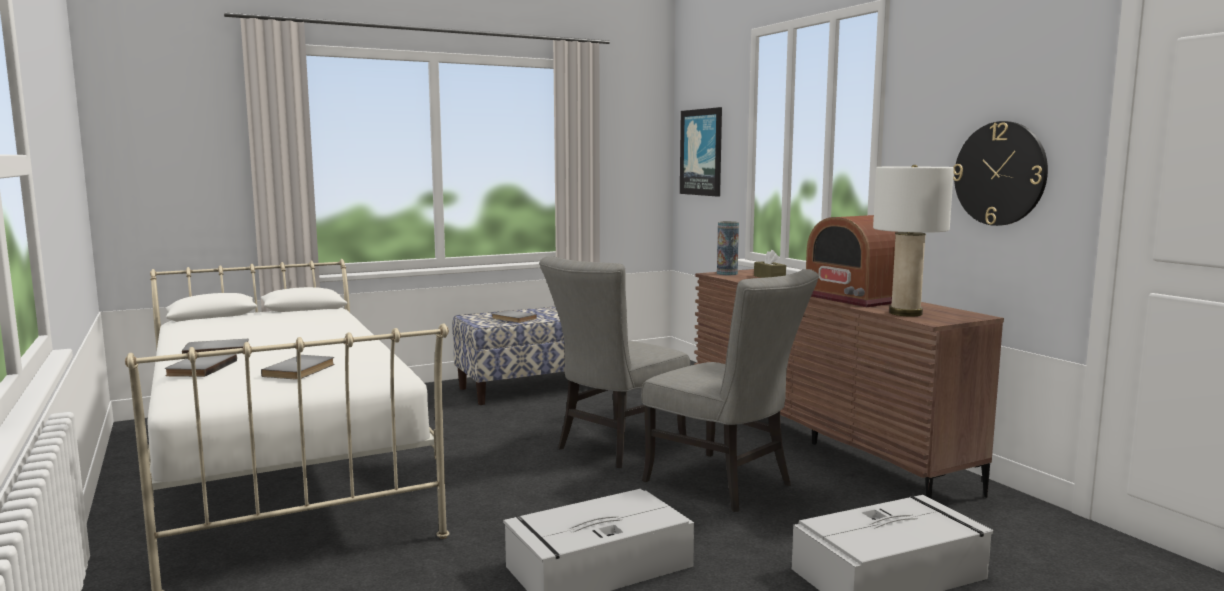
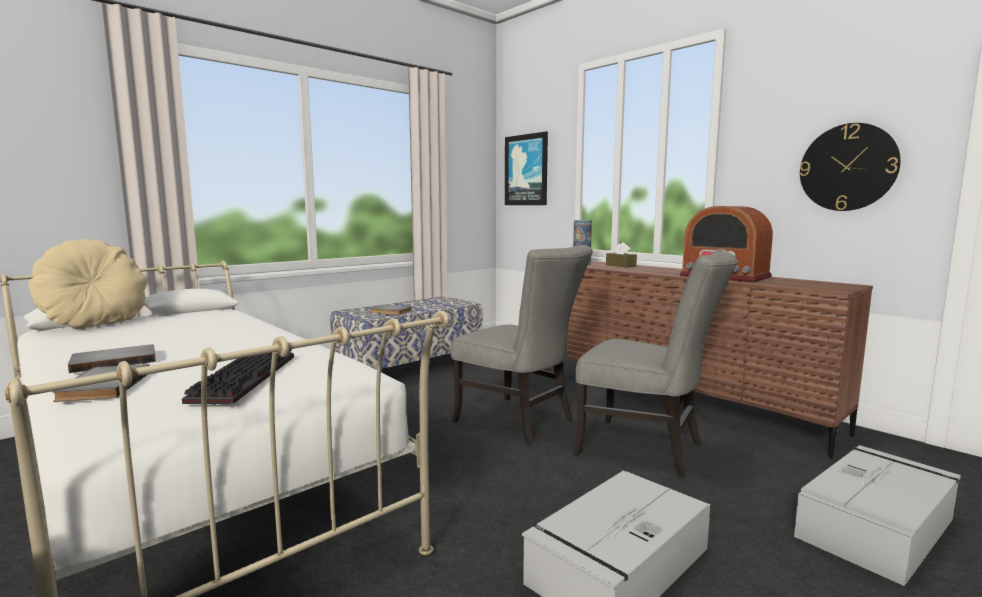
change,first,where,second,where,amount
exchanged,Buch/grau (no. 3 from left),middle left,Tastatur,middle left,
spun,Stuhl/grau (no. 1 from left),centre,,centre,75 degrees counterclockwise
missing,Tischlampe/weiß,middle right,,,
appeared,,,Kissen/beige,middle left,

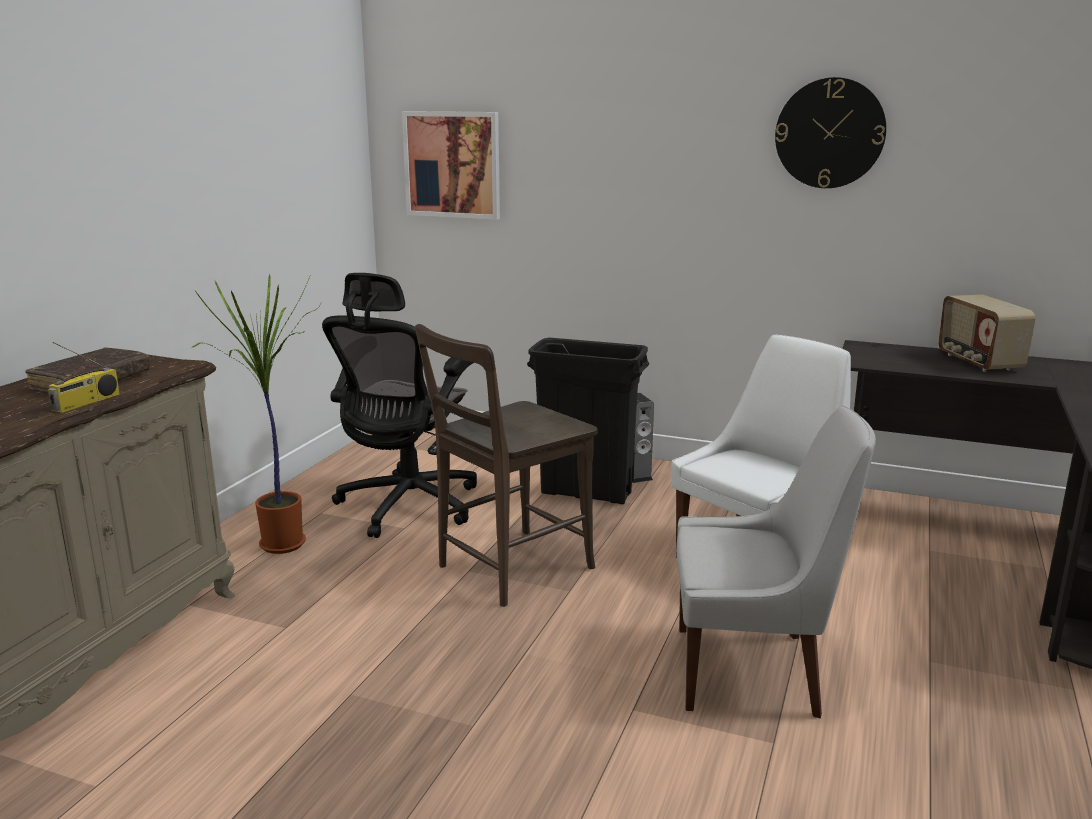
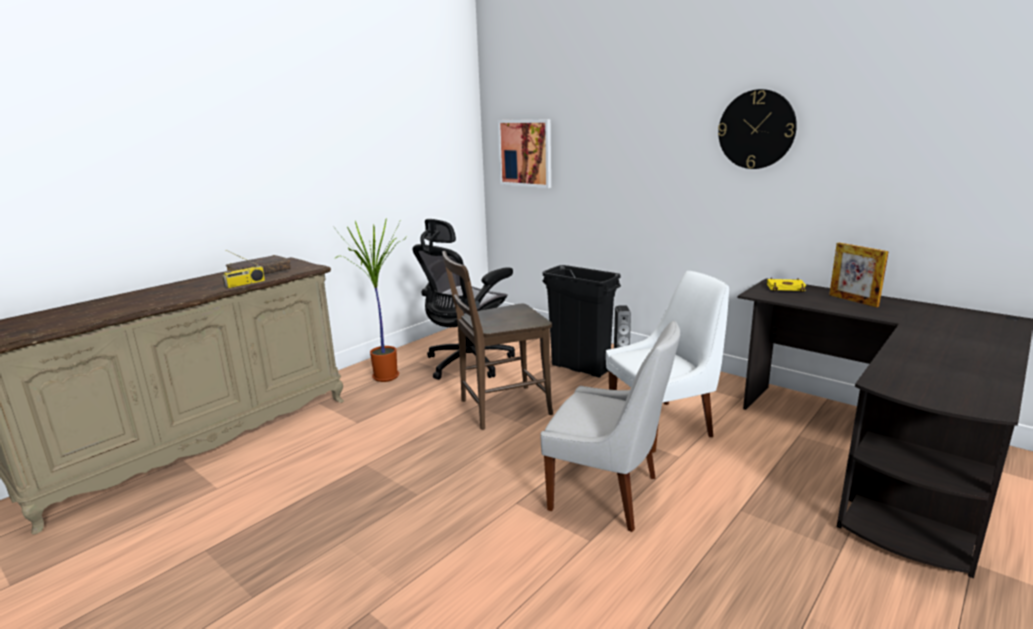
change,first,where,second,where,amount
exchanged,Radio (no. 2 from left),middle right,Bilderrahmen,middle right,
appeared,,,Buch/gelb,middle right,

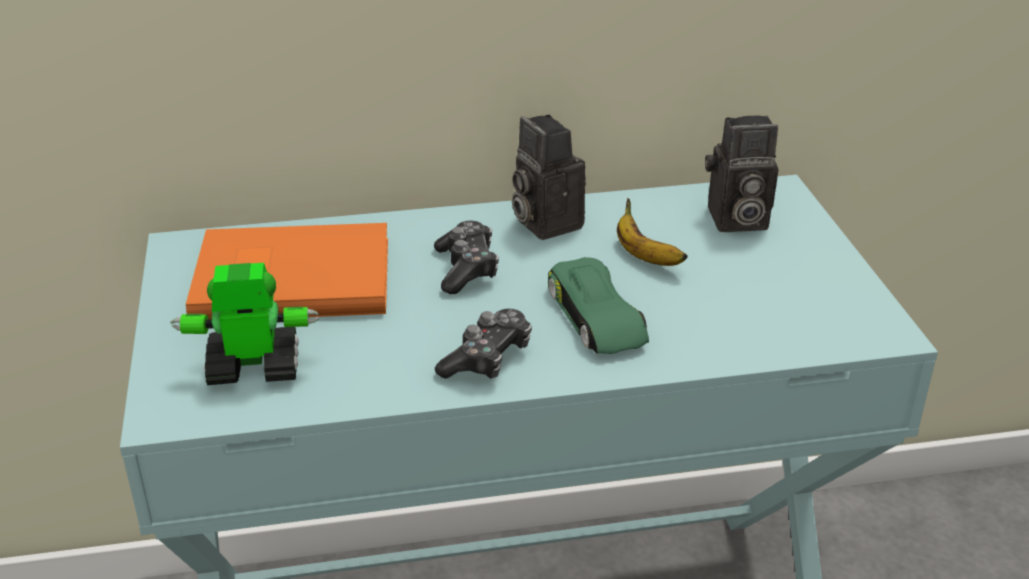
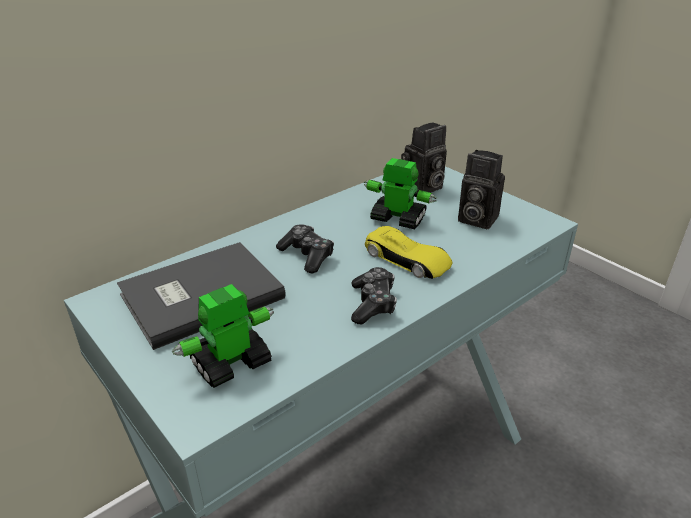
change,first,where,second,where,amount
colour,Buch/orange,middle left,Buch/grau,middle left,
relocated,Kamera (no. 1 from left in the first image),top centre,Kamera (no. 2 from left),middle right,
colour,Spielzeugauto/grün,centre,Spielzeugauto/gelb,centre,
exchanged,Banane,centre,Spielzeugroboter (no. 2 from left),centre,

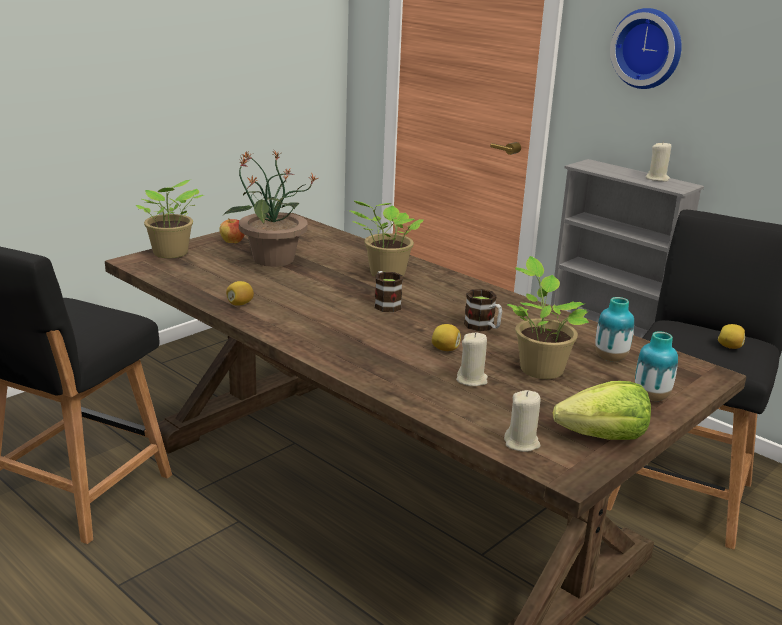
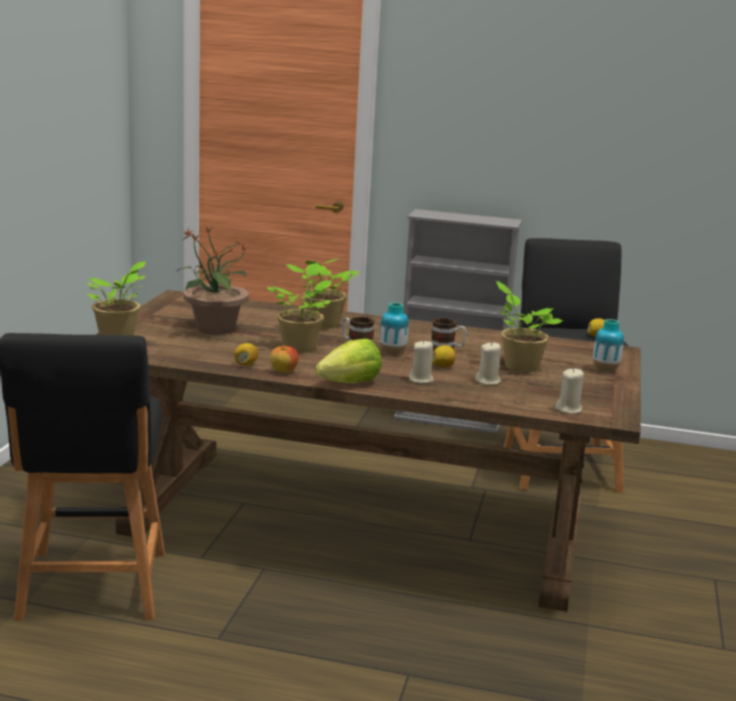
change,first,where,second,where,amount
relocated,Apfel,middle left,,centre,
relocated,Salatkopf,middle right,,centre,
relocated,Vase (no. 1 from left),middle right,,centre,
missing,Wanduhr,top right,,,
relocated,Kerze/beige (no. 3 from left in the first image),top right,Kerze/beige (no. 1 from left),centre,
appeared,,,Topfpflanze (no. 3 from left),centre,

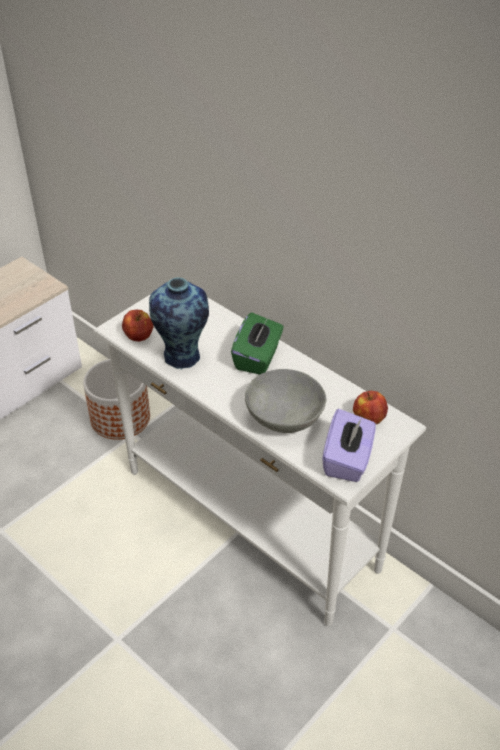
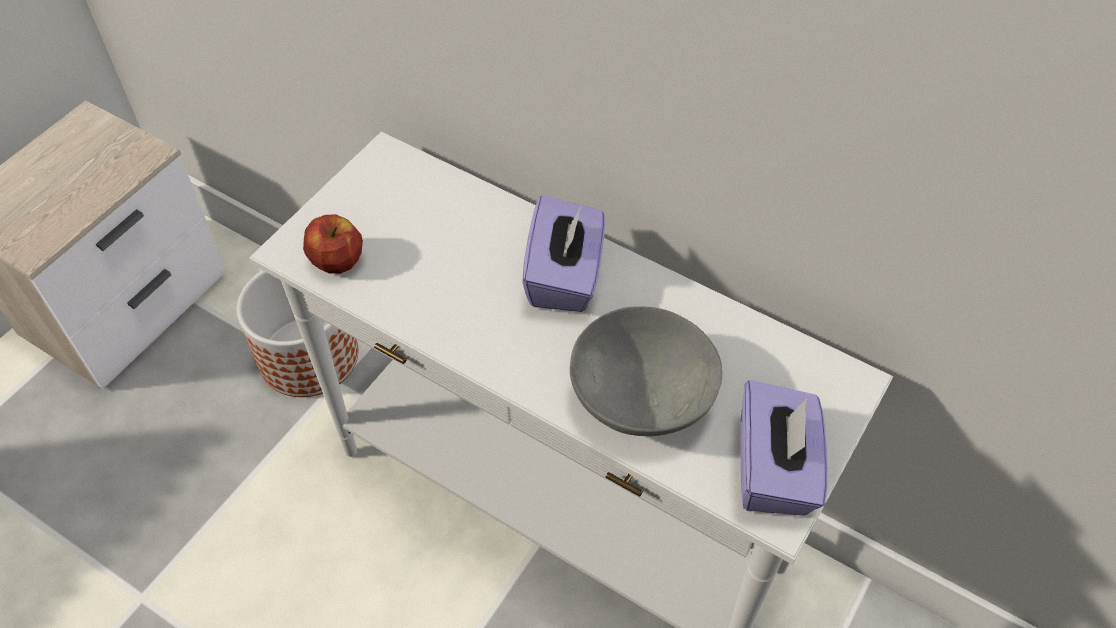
change,first,where,second,where,amount
missing,Vase,centre,,,
colour,Taschentuchbox/grün,centre,Taschentuchbox/lila (no. 1 from left),centre,
missing,Apfel (no. 2 from left),middle right,,,

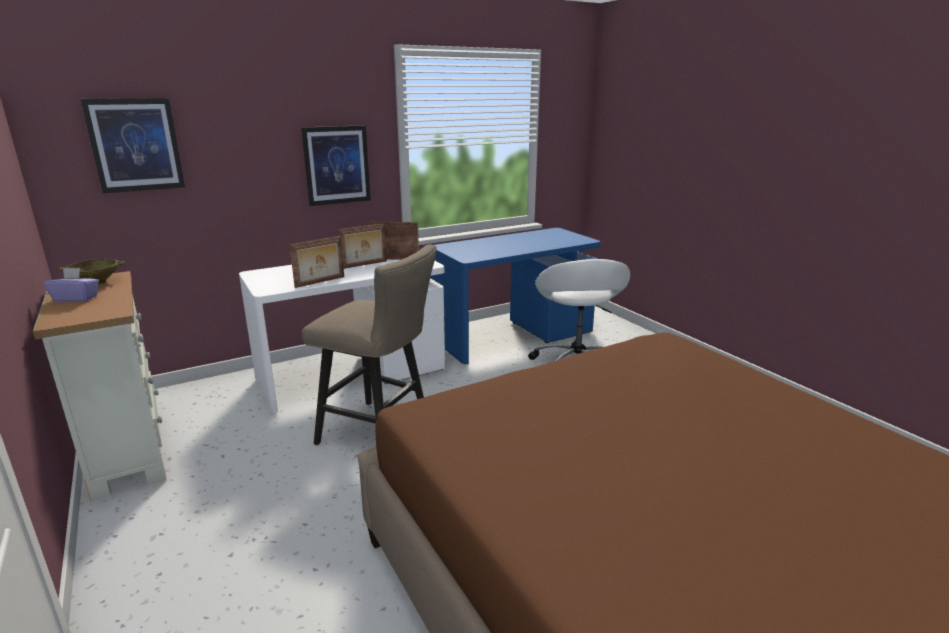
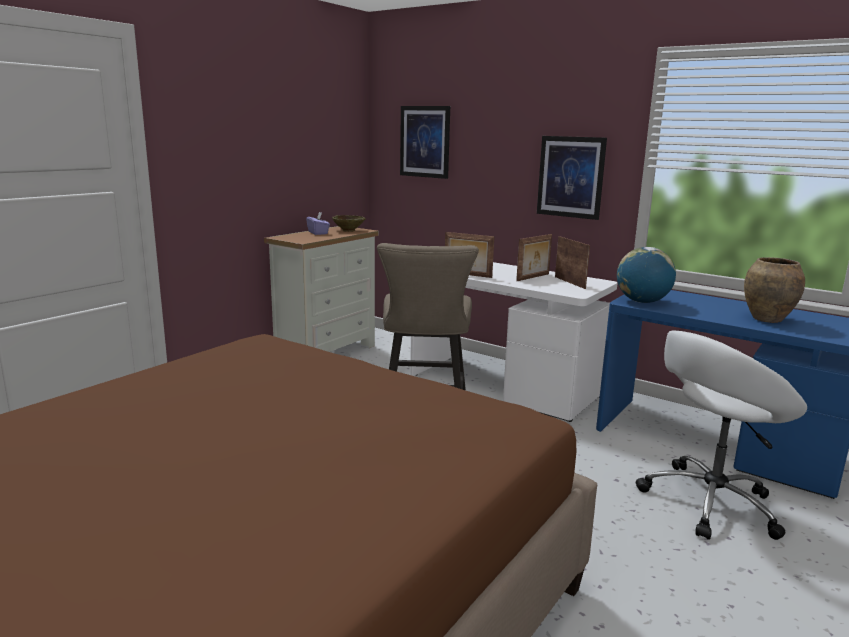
change,first,where,second,where,amount
spun,Bilderrahmen (no. 2 from left),centre,,centre,75 degrees counterclockwise
appeared,,,Globus,middle right,
appeared,,,Vase/braun,middle right,

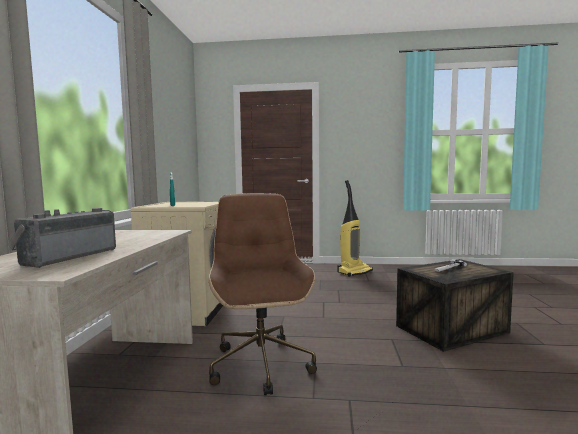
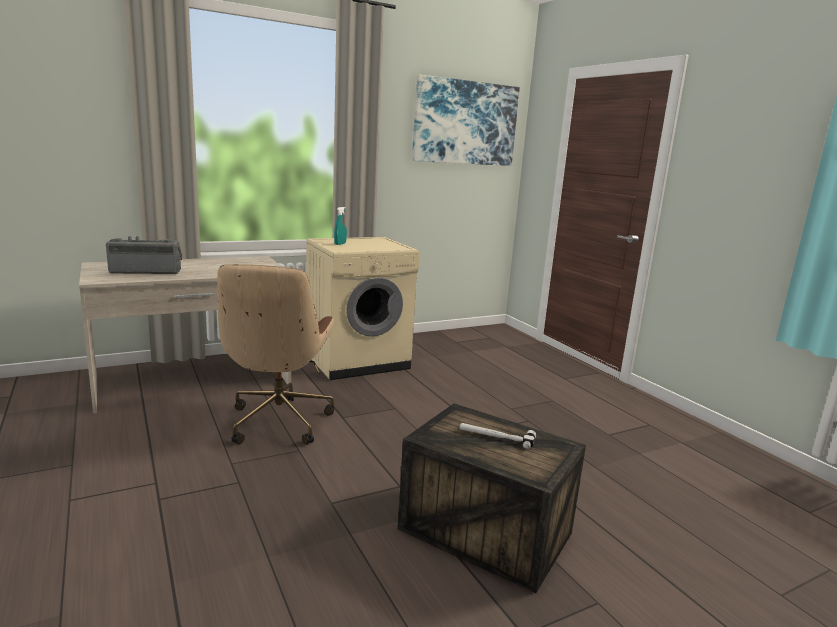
change,first,where,second,where,amount
spun,Bürostuhl/braun,bottom centre,,middle left,135 degrees clockwise
missing,Staubsauger,centre,,,
appeared,,,Bild,top centre,

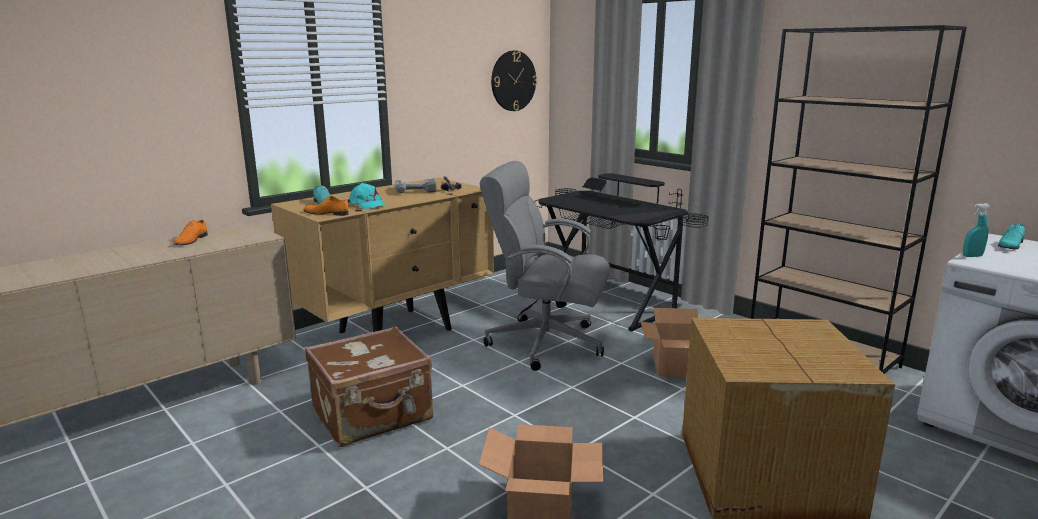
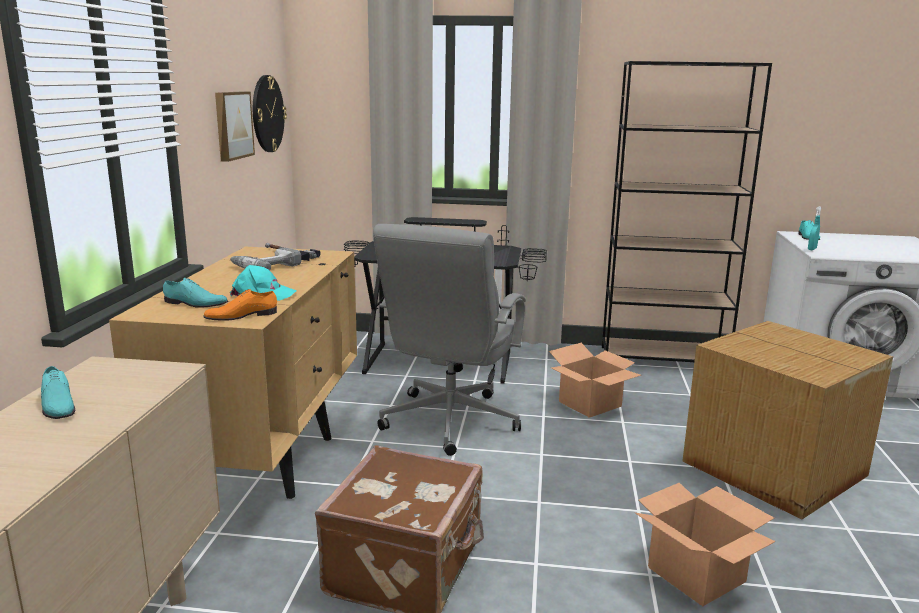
change,first,where,second,where,amount
colour,Schuh/orange (no. 1 from left),middle left,Schuh/türkis (no. 1 from left),middle left,
spun,Bürostuhl/grau,centre,,centre,45 degrees counterclockwise
appeared,,,Bild,top left,

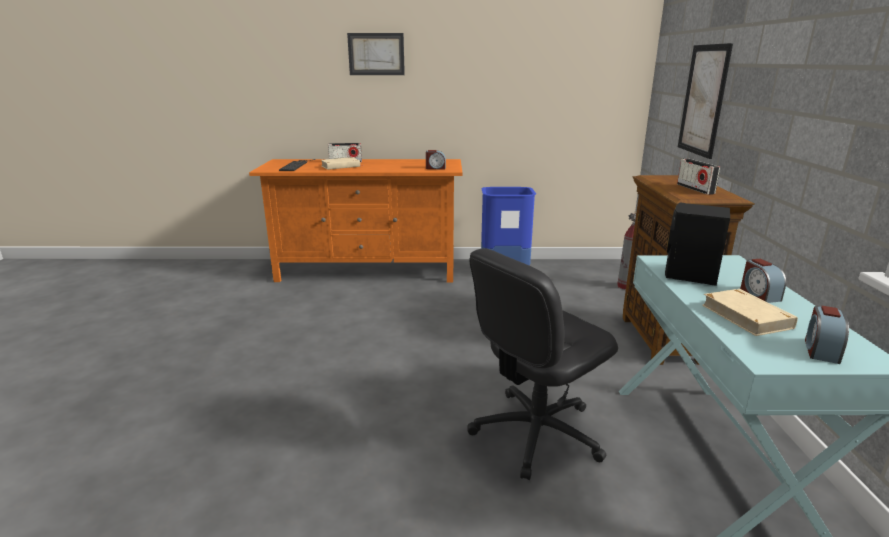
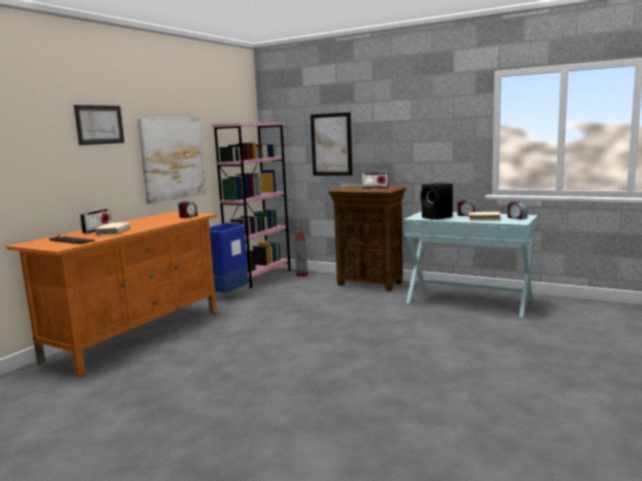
change,first,where,second,where,amount
missing,Bürostuhl/schwarz,bottom centre,,,
appeared,,,Bild (no. 2 from left),top left,
appeared,,,Bücherregal/rosa,centre,

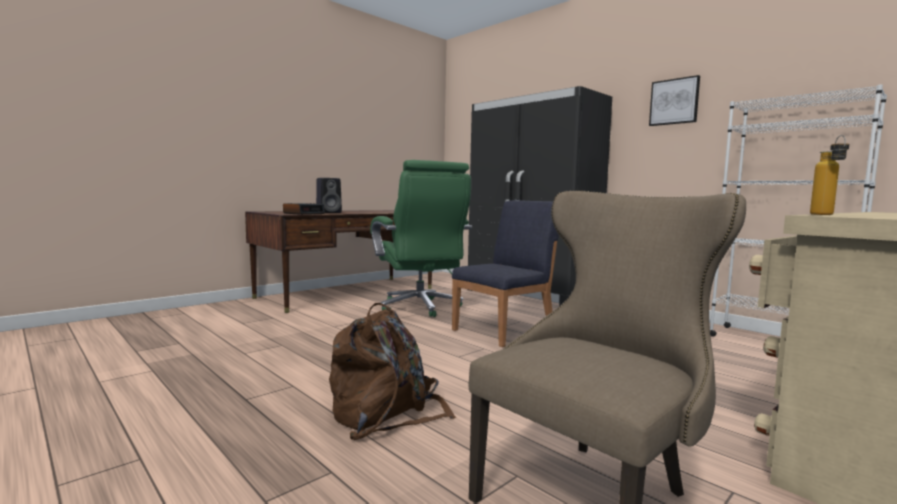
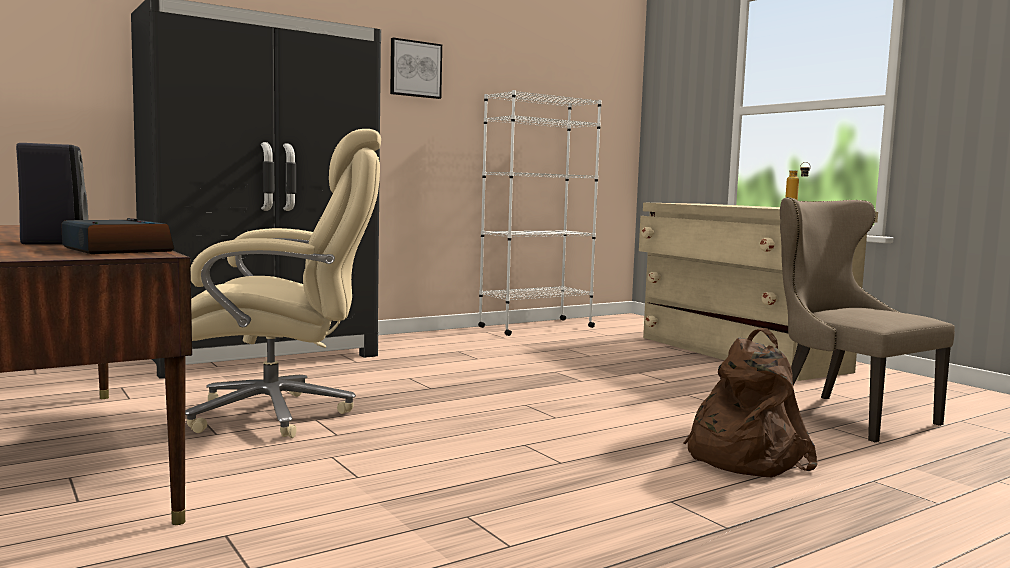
change,first,where,second,where,amount
colour,Bürostuhl/grün,centre,Bürostuhl/beige,middle left,
missing,Stuhl/blau,centre,,,

